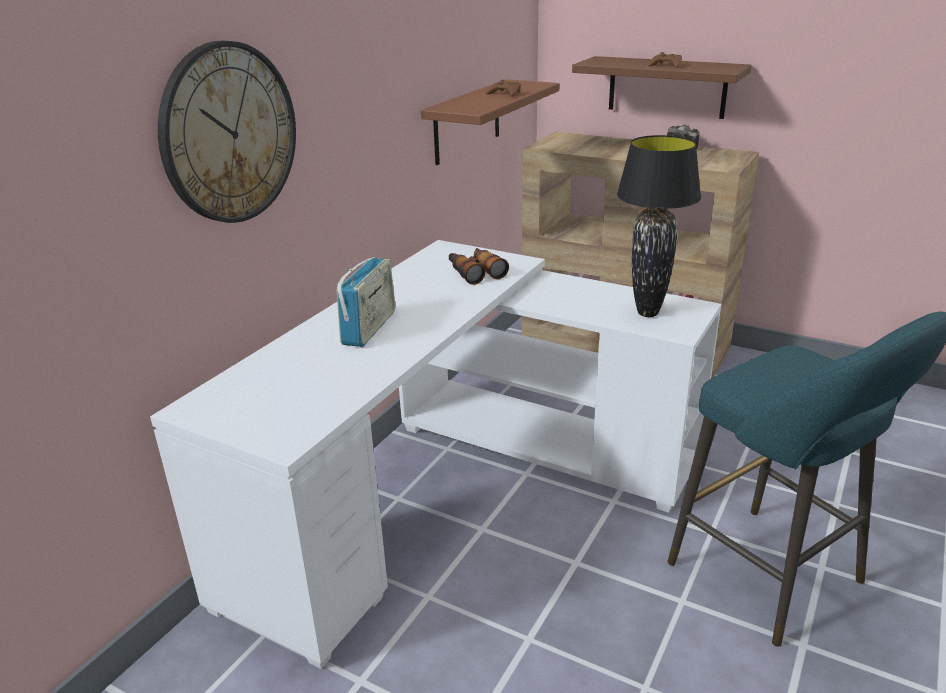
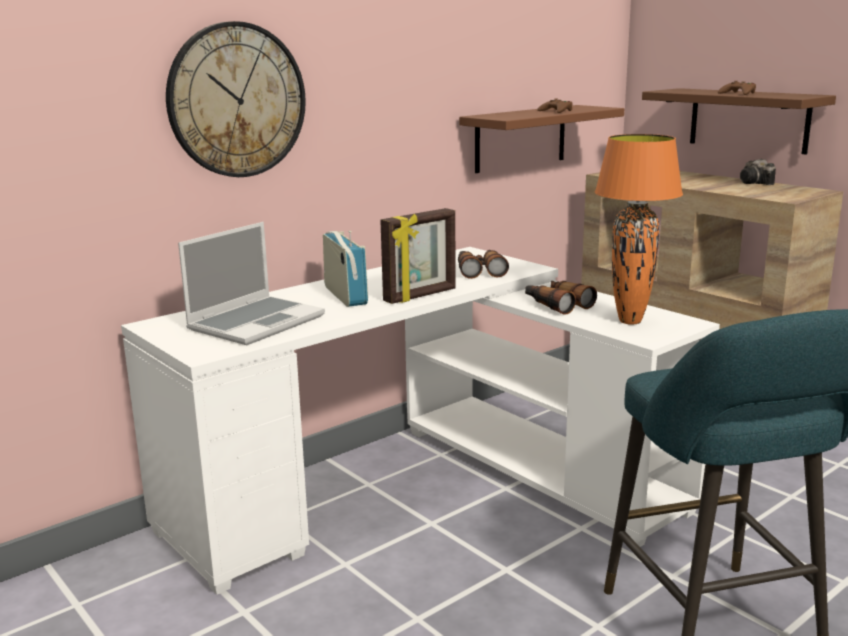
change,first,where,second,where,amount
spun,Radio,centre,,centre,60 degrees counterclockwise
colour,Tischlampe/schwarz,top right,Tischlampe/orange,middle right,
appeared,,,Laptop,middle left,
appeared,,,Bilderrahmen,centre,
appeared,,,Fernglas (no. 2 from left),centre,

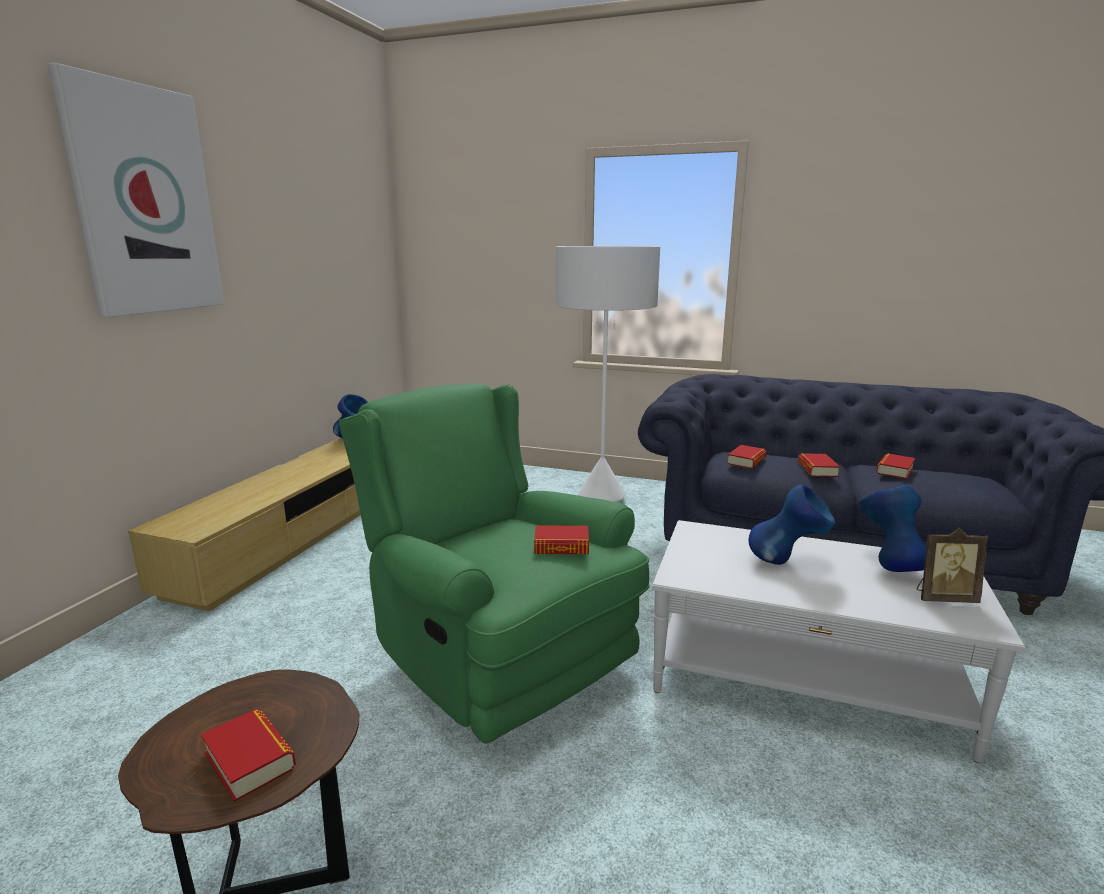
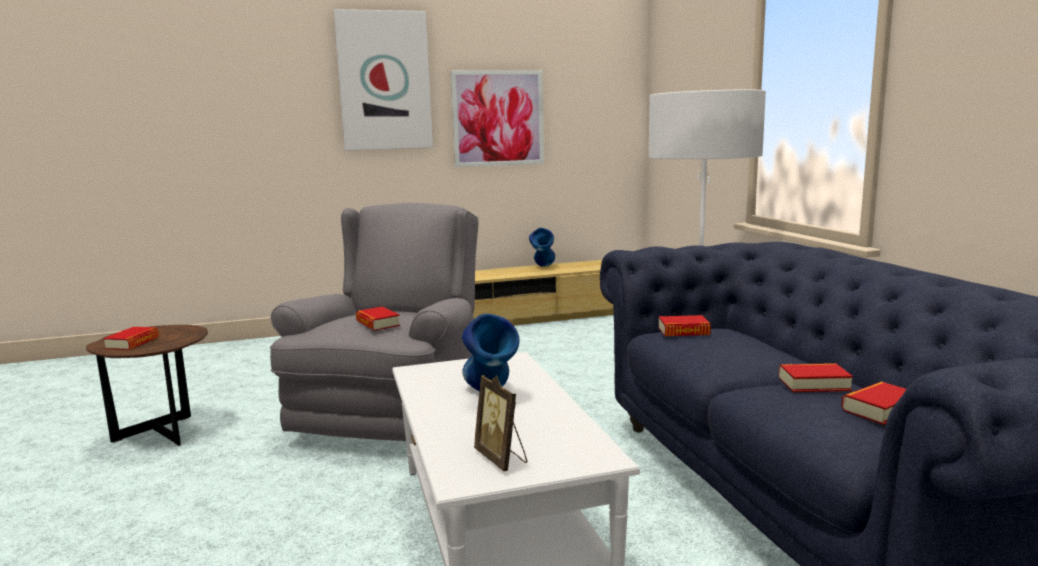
change,first,where,second,where,amount
colour,Sessel/grün,centre,Sessel/grau,centre,
relocated,Buch (no. 4 from left in the first image),middle right,Buch (no. 5 from left),bottom right,
missing,Vase/blau (no. 3 from left),middle right,,,
appeared,,,Bild (no. 2 from left),top centre,

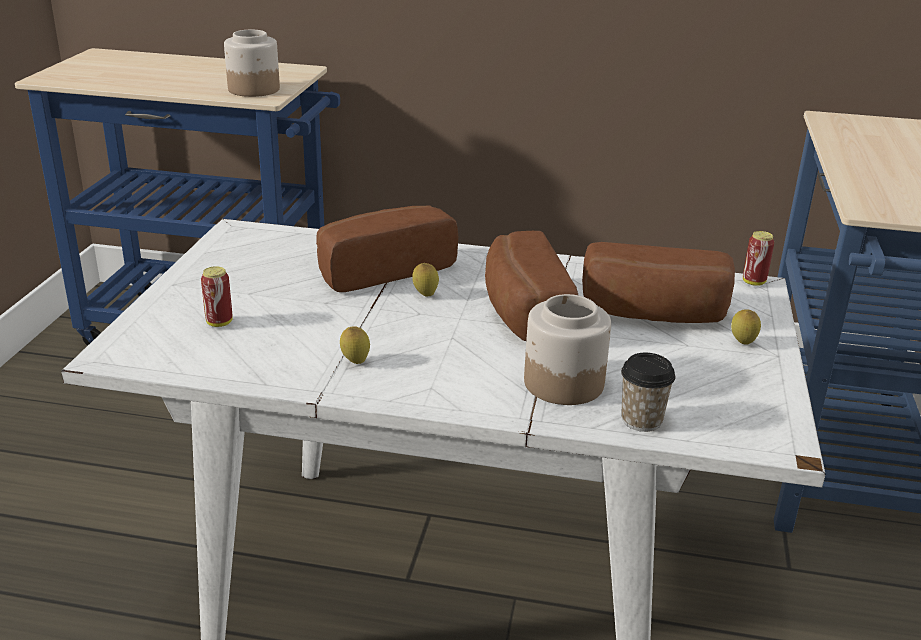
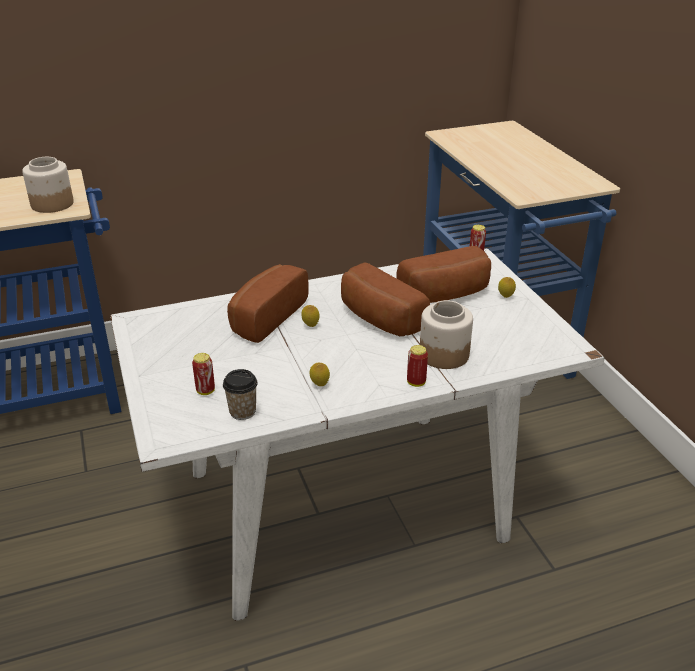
change,first,where,second,where,amount
relocated,Tasse,middle right,,centre,
appeared,,,Dose (no. 2 from left),centre,

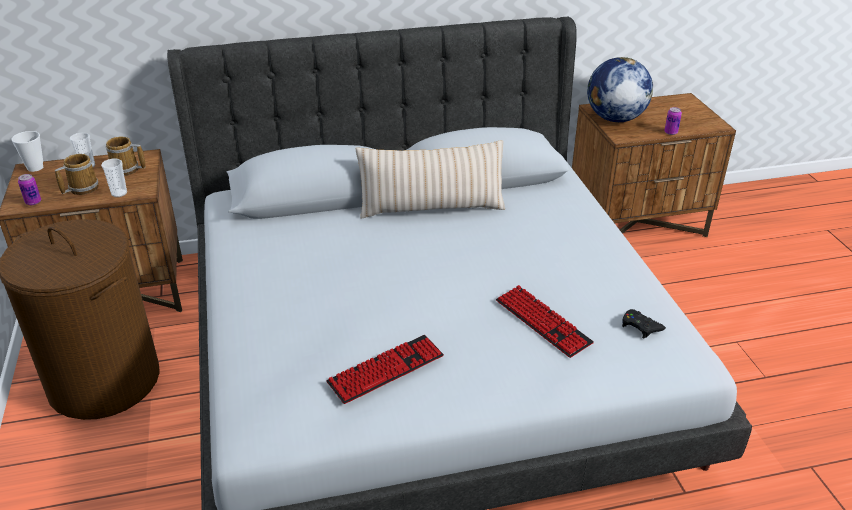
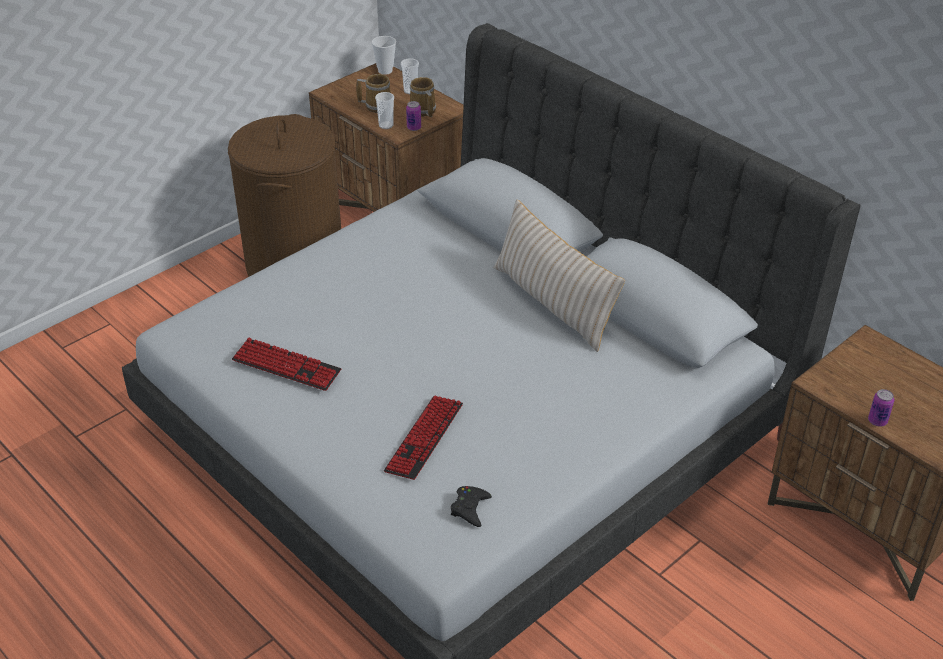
change,first,where,second,where,amount
relocated,Dose (no. 1 from left),middle left,,top centre,
missing,Globus,top right,,,

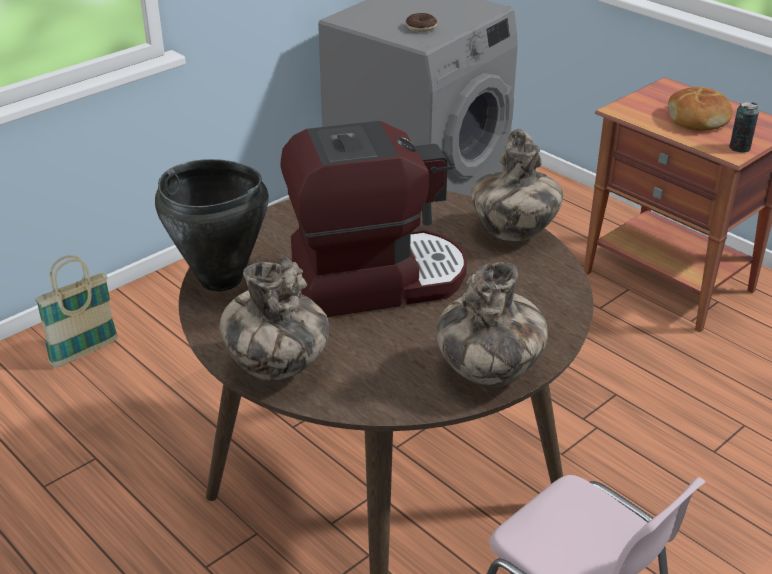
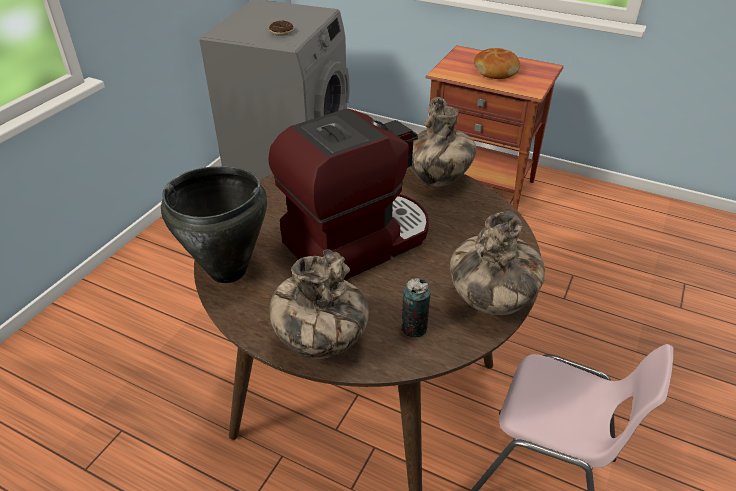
change,first,where,second,where,amount
missing,Korb,middle left,,,
relocated,Dose,top right,,centre,

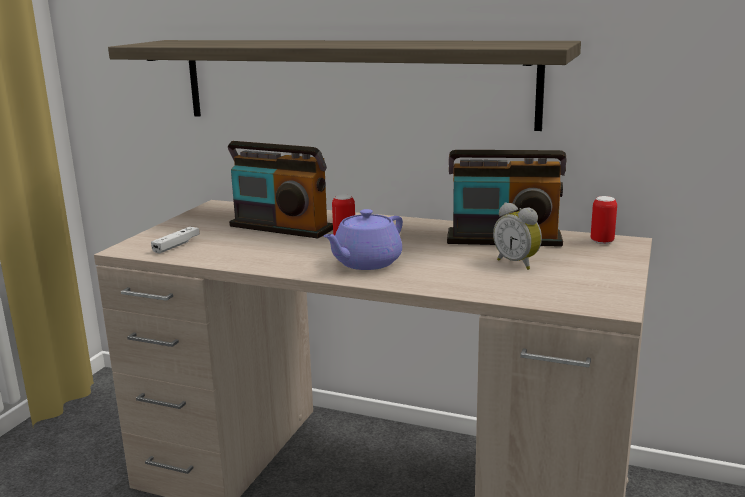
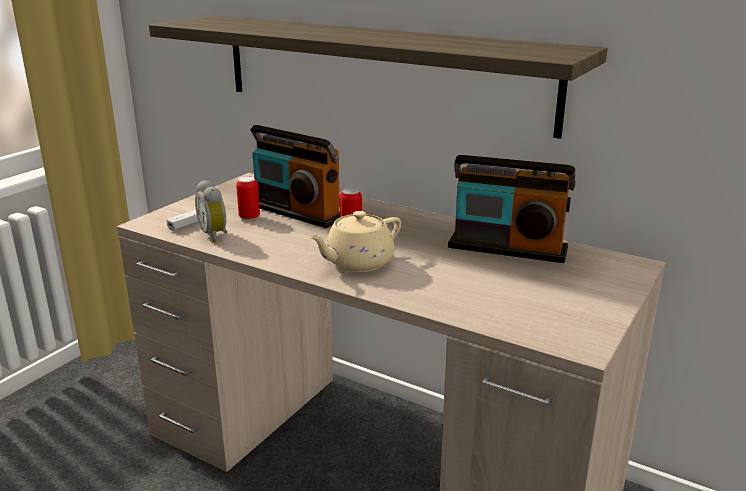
change,first,where,second,where,amount
colour,Teekanne/lila,centre,Teekanne/beige,centre,
relocated,Wecker,middle right,,middle left,
relocated,Dose (no. 2 from left in the first image),middle right,Dose (no. 1 from left),middle left,

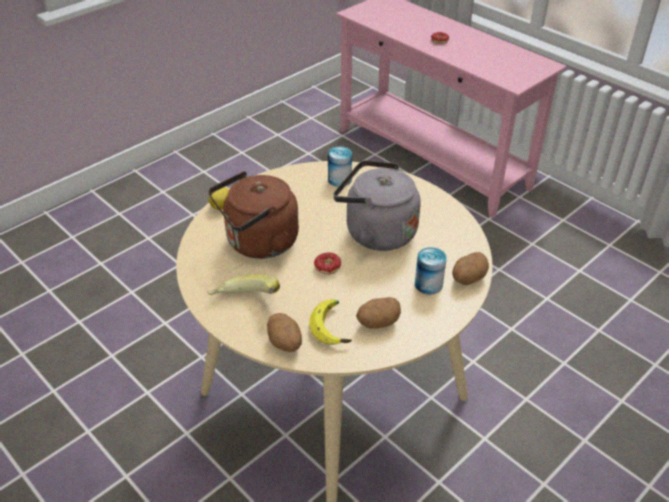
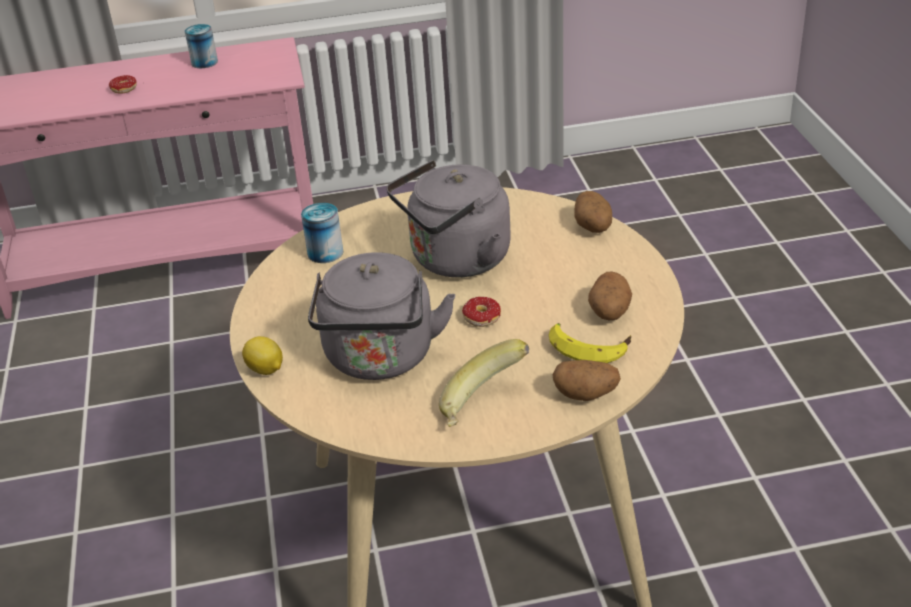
change,first,where,second,where,amount
colour,Wasserkessel/braun,centre,Wasserkessel/grau (no. 1 from left),centre,
relocated,Dose (no. 2 from left in the first image),centre,Dose (no. 1 from left),top left,

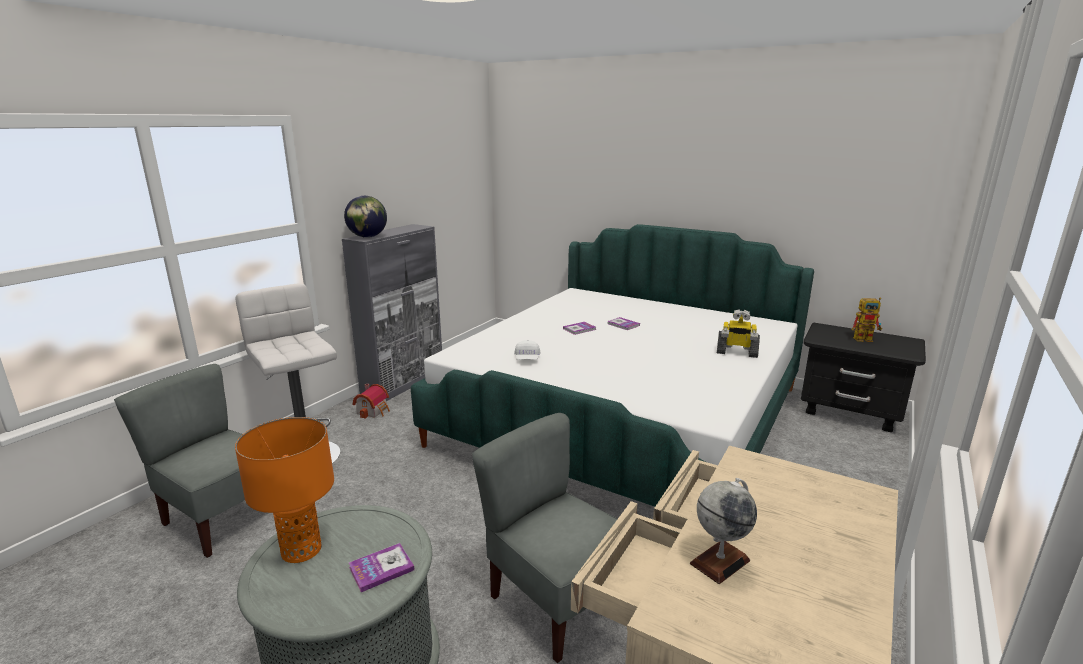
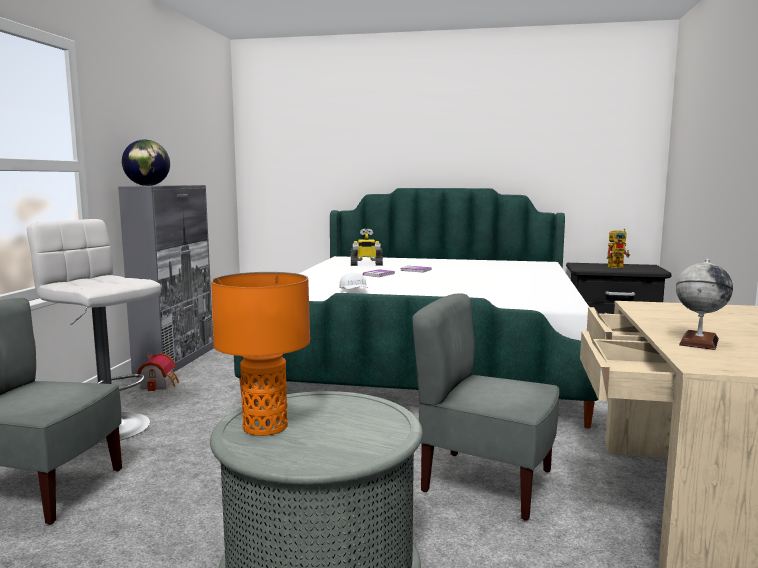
change,first,where,second,where,amount
missing,Buch (no. 1 from left),bottom centre,,,
relocated,Spielzeugroboter (no. 1 from left),middle right,,centre,

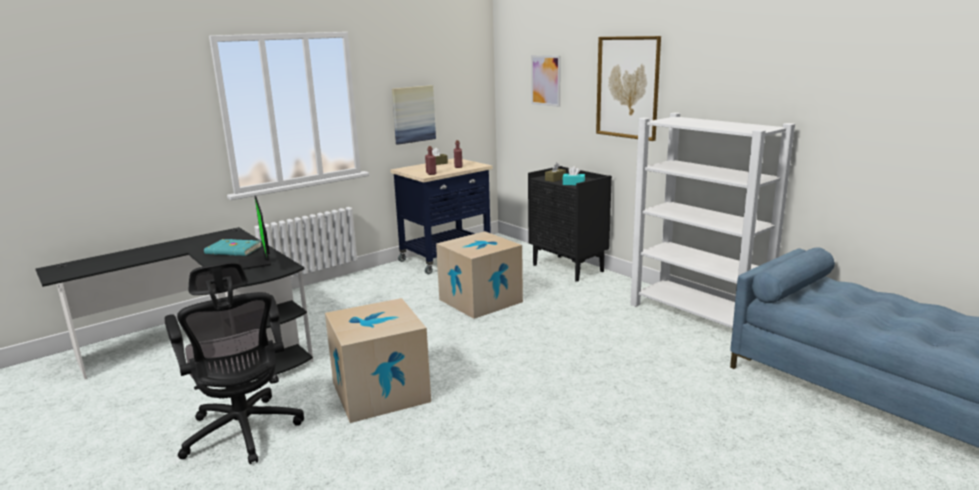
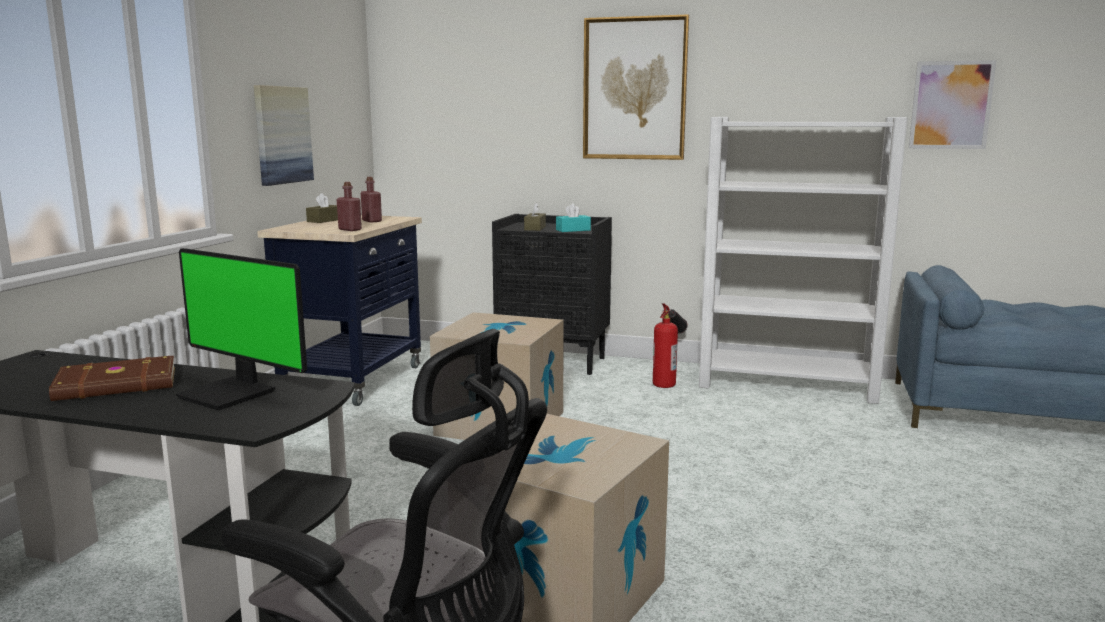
change,first,where,second,where,amount
colour,Buch/türkis,middle left,Buch/braun,middle left,
relocated,Bild (no. 2 from left in the first image),top centre,Bild (no. 3 from left),top right,
appeared,,,Feuerlöscher,centre,

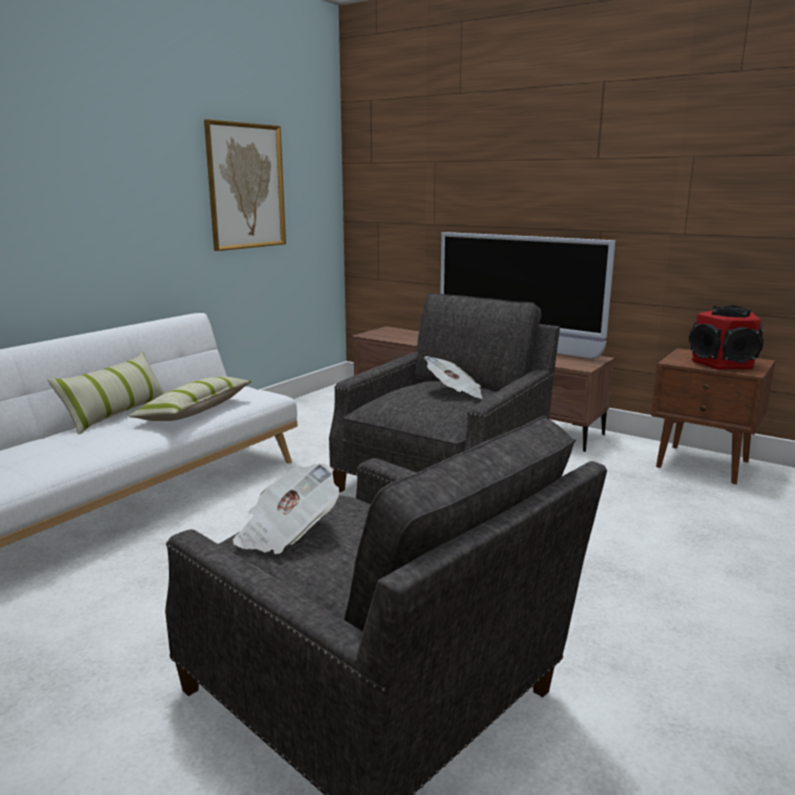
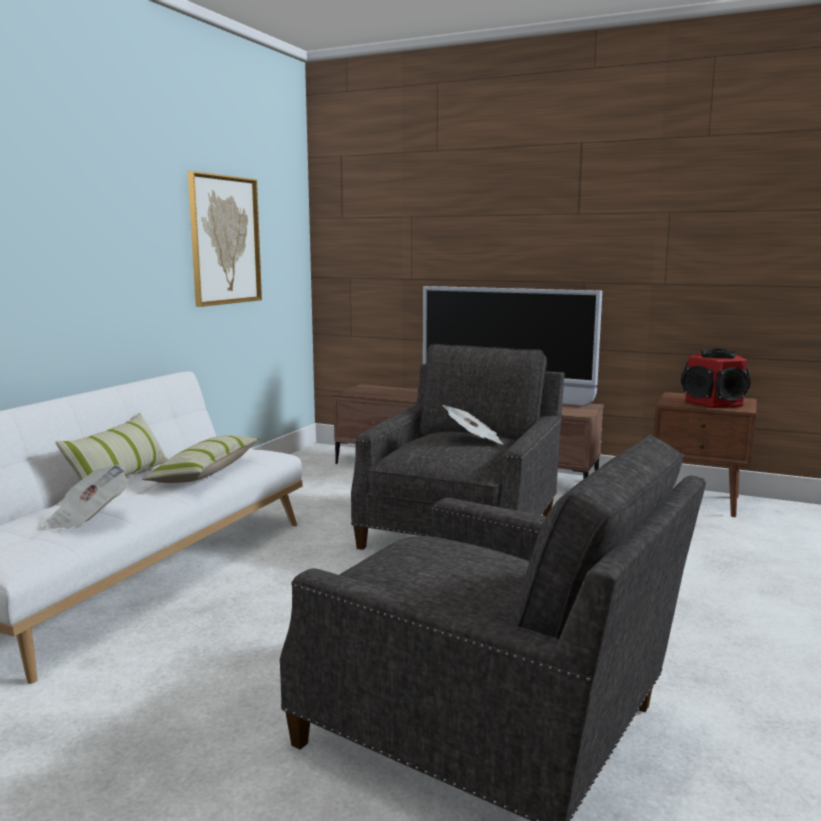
change,first,where,second,where,amount
relocated,Zeitung (no. 1 from left),centre,,middle left,

